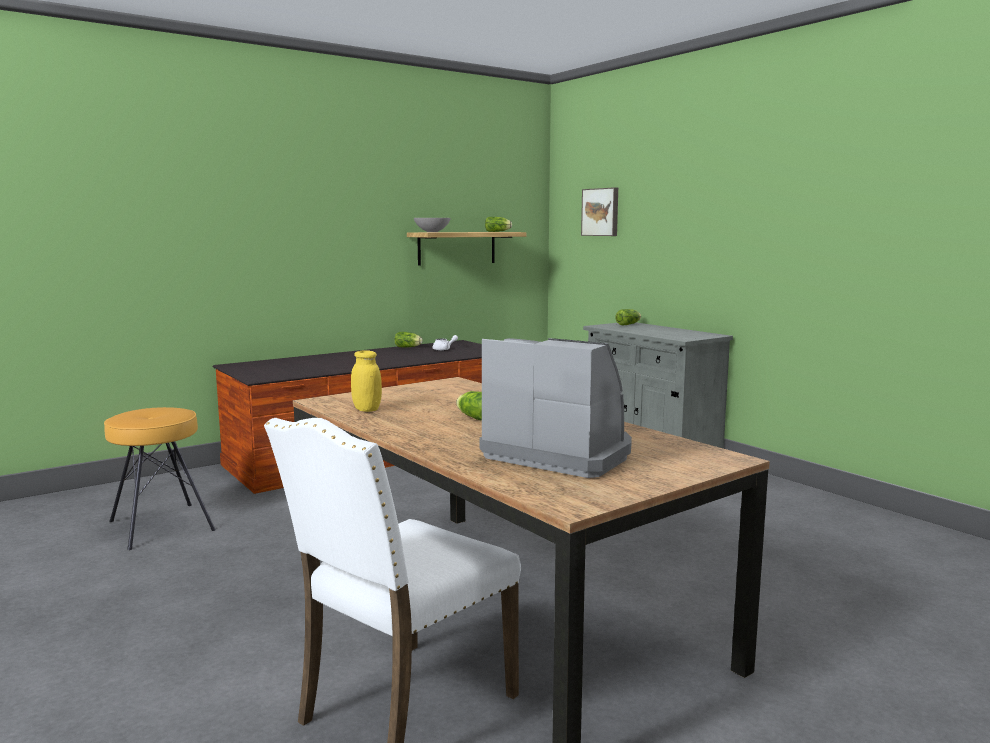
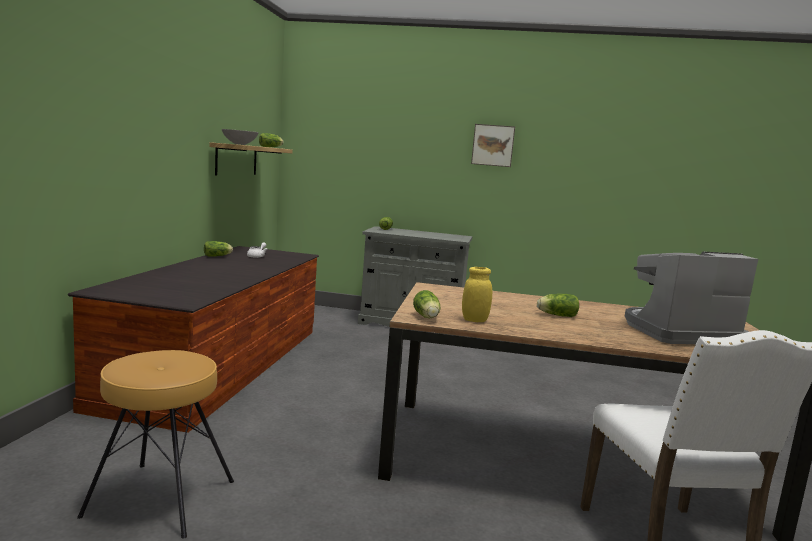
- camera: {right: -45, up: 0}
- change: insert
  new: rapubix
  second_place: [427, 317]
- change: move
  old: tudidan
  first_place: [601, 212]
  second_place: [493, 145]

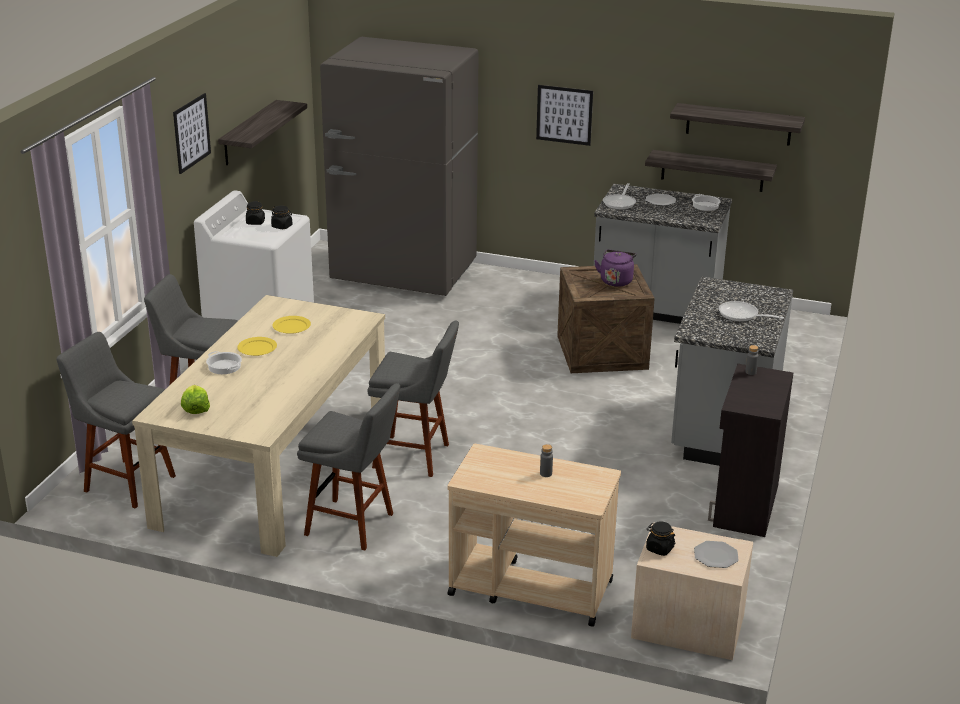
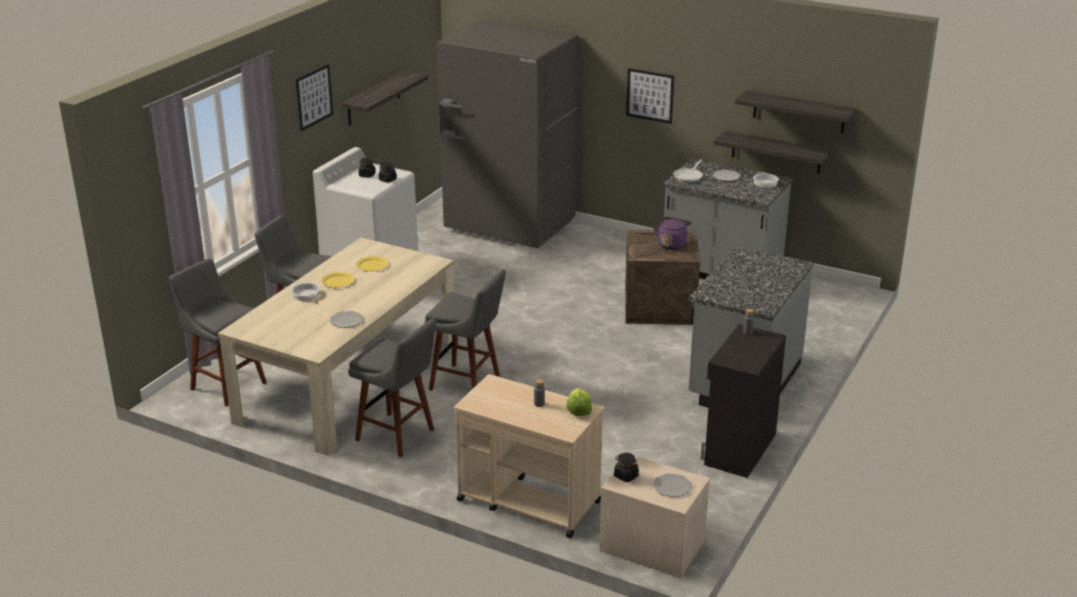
- camera: {right: 10, up: 0}
- change: insert
  new: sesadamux
  second_place: [346, 320]
- change: move
  old: rapubix
  first_place: [195, 408]
  second_place: [578, 410]
- change: delete
  old: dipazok
  first_place: [741, 315]

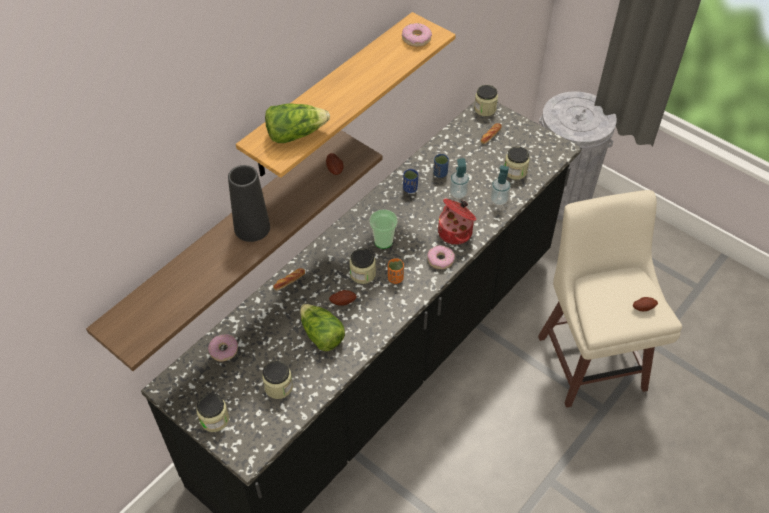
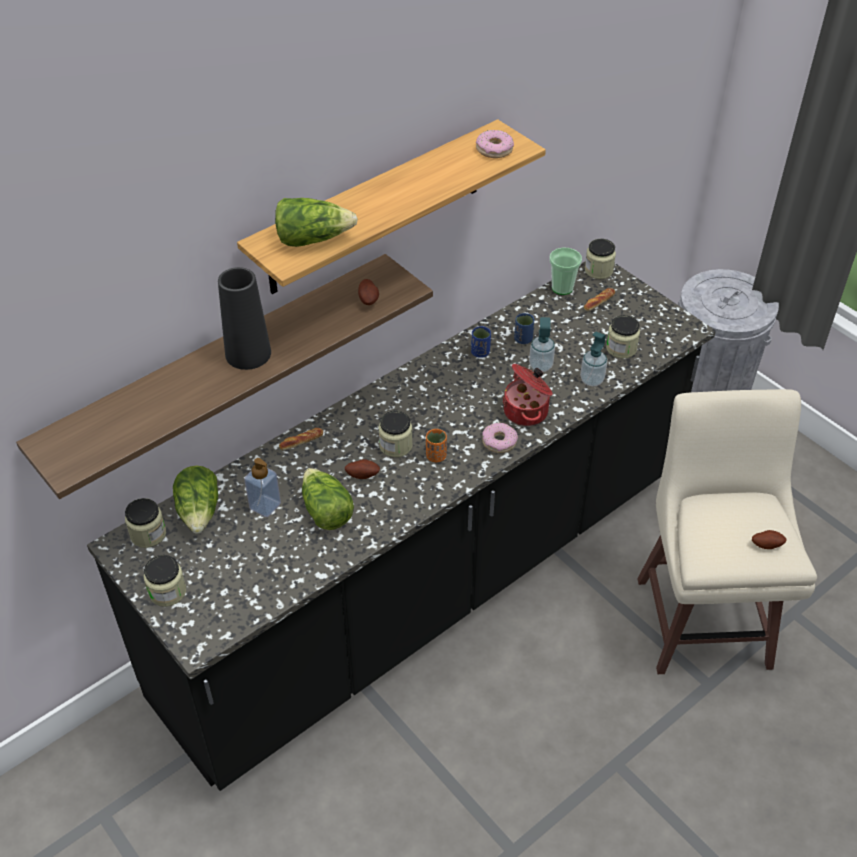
- camera: {right: 10, up: -5}
- change: move
  old: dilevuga
  first_place: [278, 387]
  second_place: [148, 534]
- change: replace
  old: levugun
  new: rapubix
  first_place: [223, 350]
  second_place: [199, 511]
- change: insert
  new: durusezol
  second_place: [265, 506]
- change: move
  old: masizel
  first_place: [383, 241]
  second_place: [562, 288]

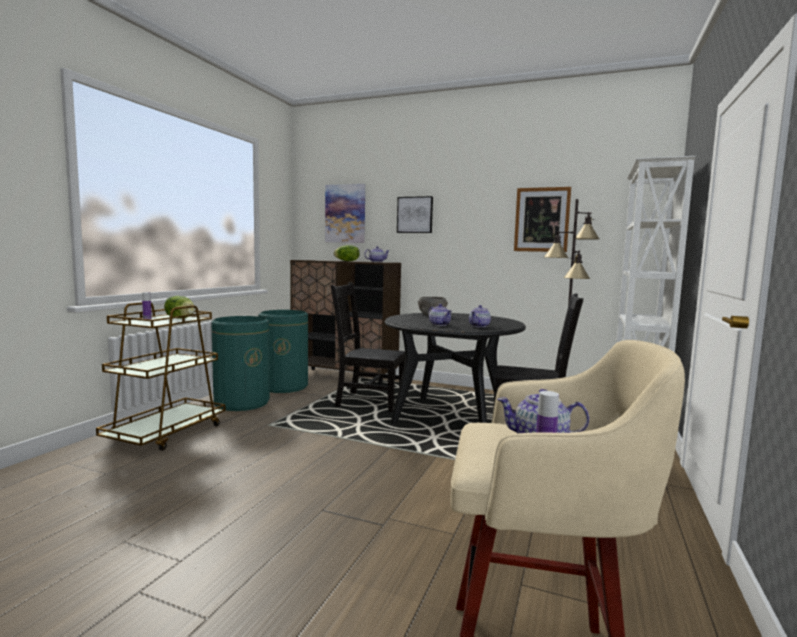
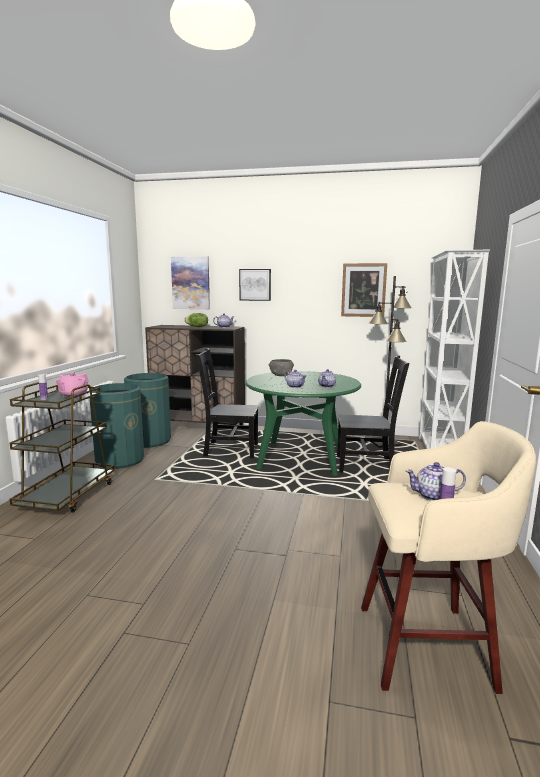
- camera: {right: -10, up: 5}
- change: replace
  old: rapubix
  new: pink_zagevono
  first_place: [181, 318]
  second_place: [73, 395]
- change: recolor
  old: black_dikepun
  new: green_dikepun
  first_place: [450, 417]
  second_place: [301, 458]

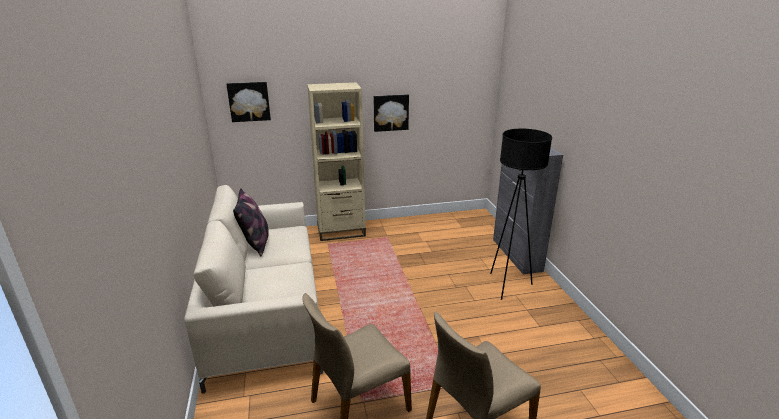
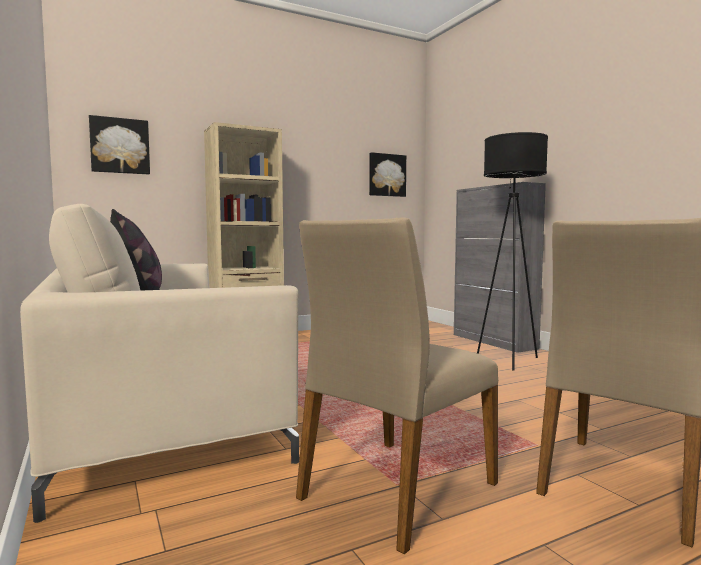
- camera: {right: -15, up: -20}
- change: move
  old: tudidan
  first_place: [390, 112]
  second_place: [386, 175]

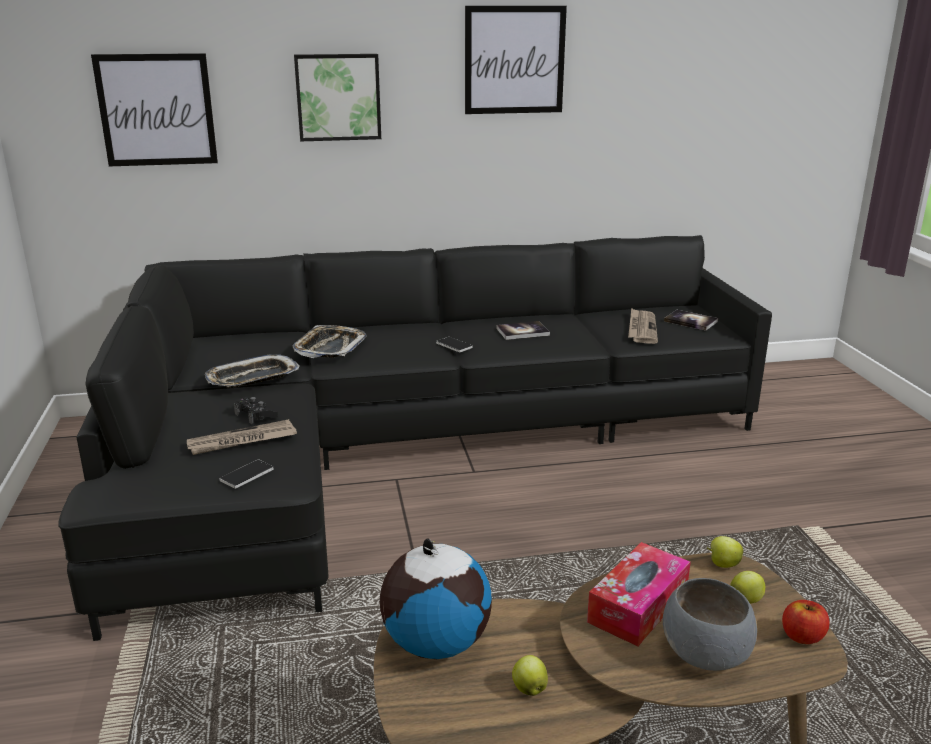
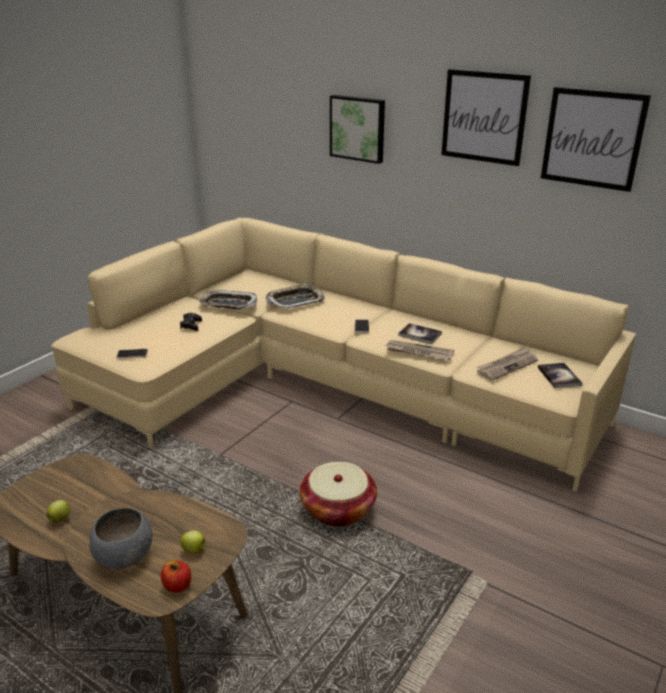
- camera: {right: 45, up: 5}
- change: recolor
  old: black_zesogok
  new: beige_zesogok
  first_place: [402, 449]
  second_place: [323, 386]
- change: insert
  new: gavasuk
  second_place: [338, 509]
- change: move
  old: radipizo
  first_place: [241, 441]
  second_place: [418, 352]
- change: move
  old: tudidan
  first_place: [156, 110]
  second_place: [592, 139]
- change: delete
  old: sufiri
  first_place: [436, 643]
- change: delete
  old: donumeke
  first_place: [638, 606]
- change: delete
  old: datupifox
  first_place: [722, 564]

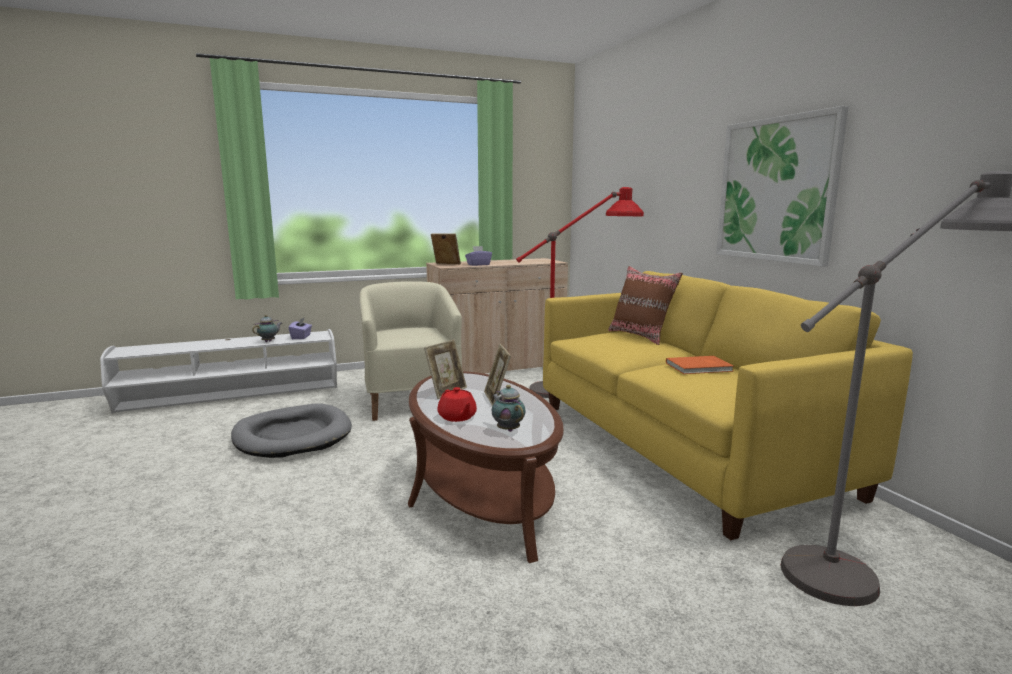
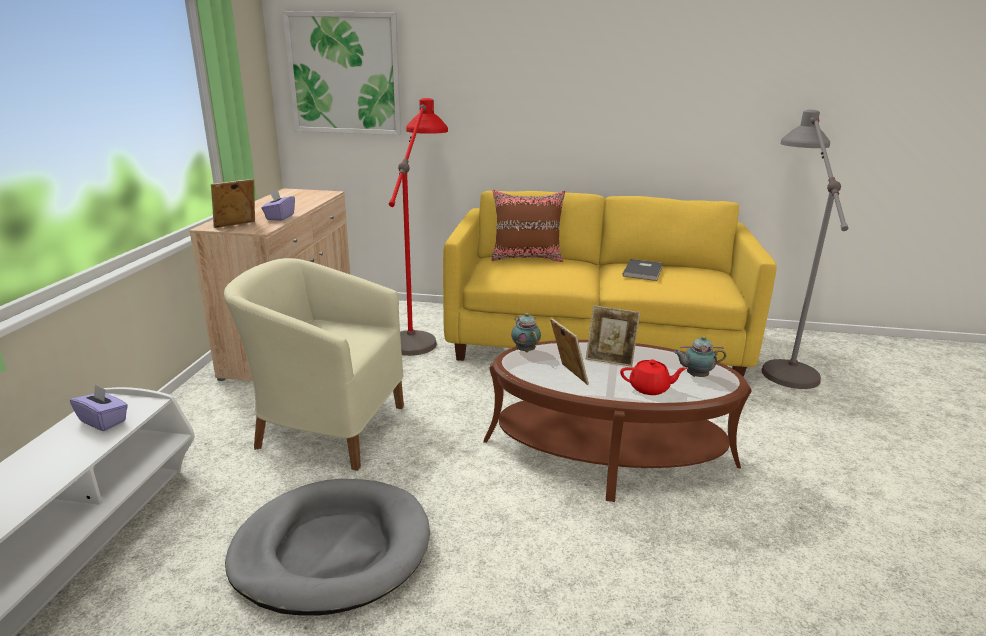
- camera: {right: -60, up: 10}
- change: move
  old: tudidan
  first_place: [776, 190]
  second_place: [344, 74]
- change: move
  old: zagevono
  first_place: [269, 341]
  second_place: [525, 350]
- change: recolor
  old: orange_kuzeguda
  new: grey_kuzeguda
  first_place: [700, 367]
  second_place: [644, 271]

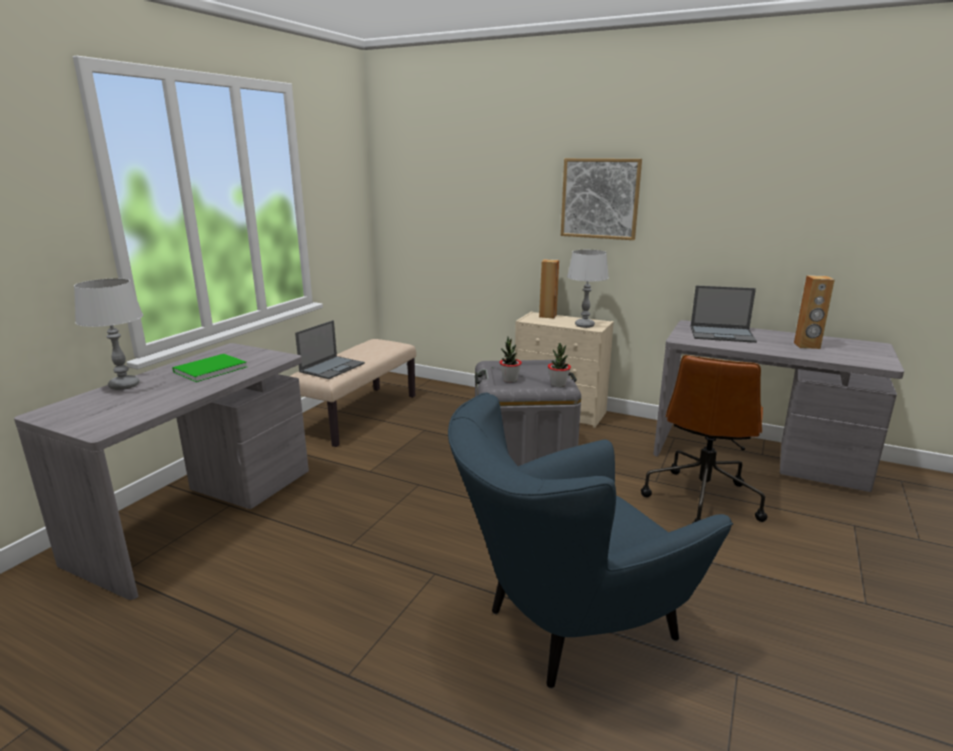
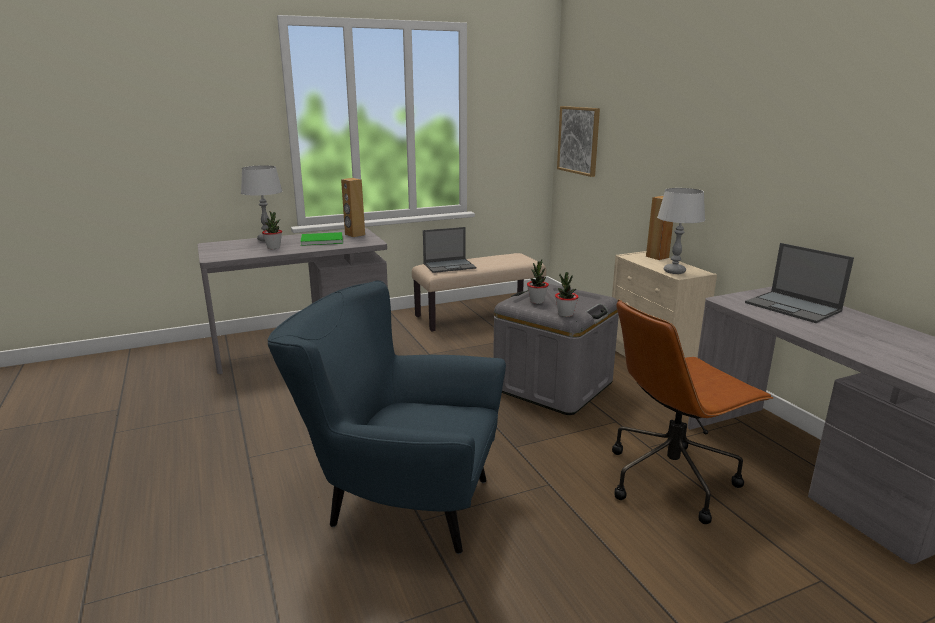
- camera: {right: 40, up: 0}
- change: insert
  new: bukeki
  second_place: [274, 248]
- change: move
  old: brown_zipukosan
  first_place: [807, 346]
  second_place: [354, 235]
- change: move
  old: tudidan
  first_place: [600, 198]
  second_place: [579, 140]

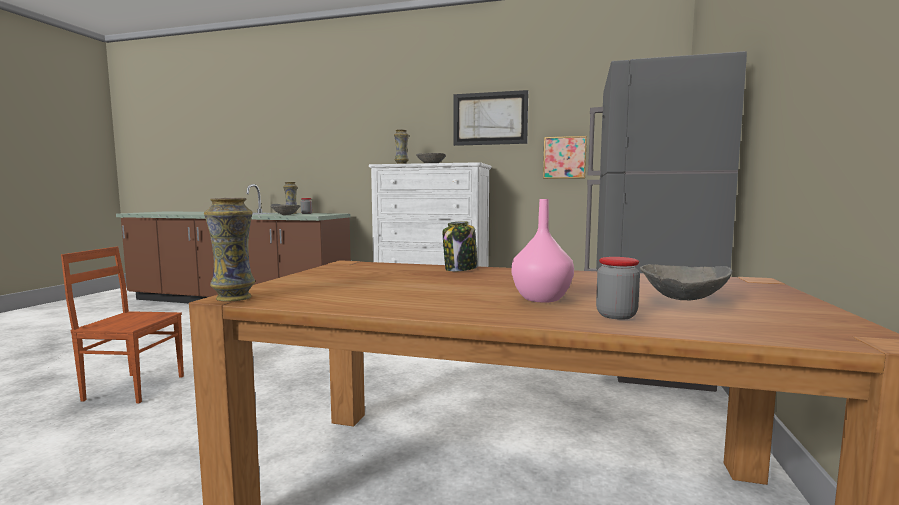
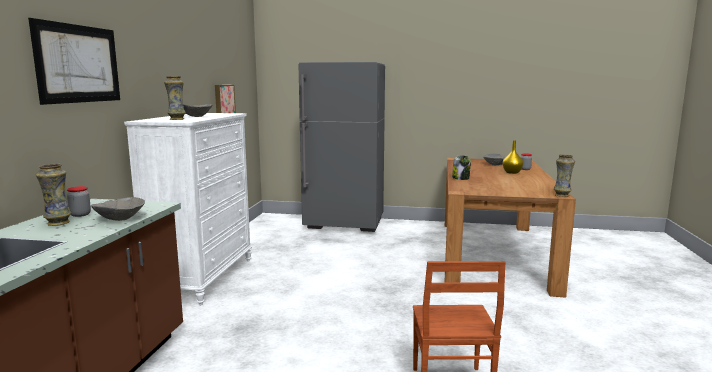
- camera: {right: -95, up: 5}
- change: move
  old: tudidan
  first_place: [490, 118]
  second_place: [79, 64]
- change: recolor
  old: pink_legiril
  new: yellow_legiril
  first_place: [540, 299]
  second_place: [512, 172]

